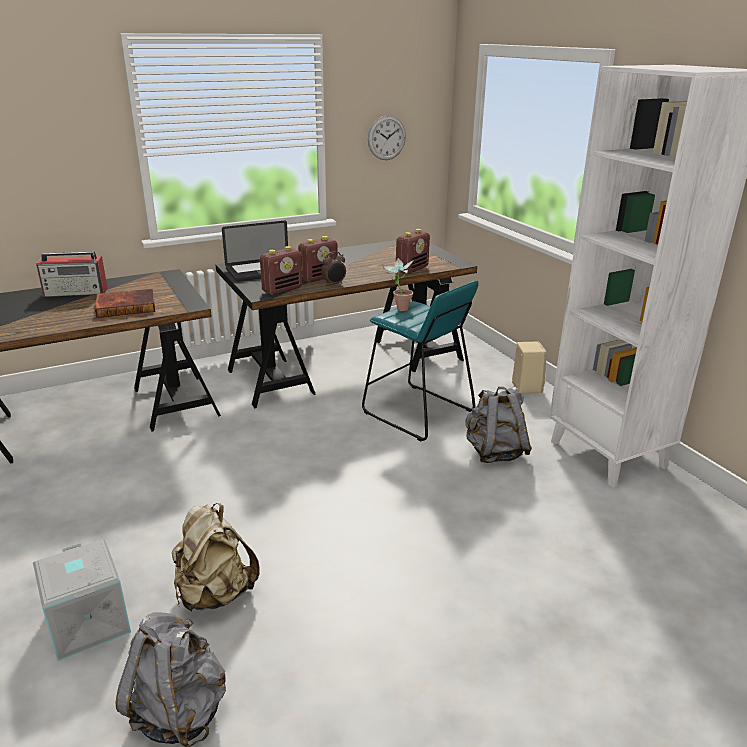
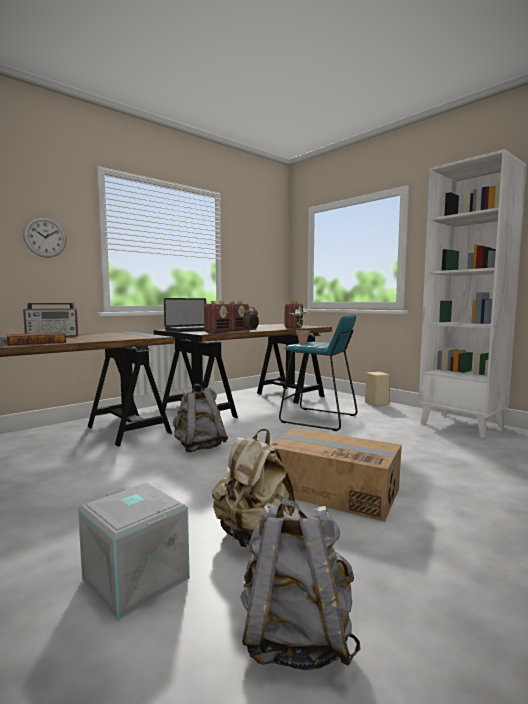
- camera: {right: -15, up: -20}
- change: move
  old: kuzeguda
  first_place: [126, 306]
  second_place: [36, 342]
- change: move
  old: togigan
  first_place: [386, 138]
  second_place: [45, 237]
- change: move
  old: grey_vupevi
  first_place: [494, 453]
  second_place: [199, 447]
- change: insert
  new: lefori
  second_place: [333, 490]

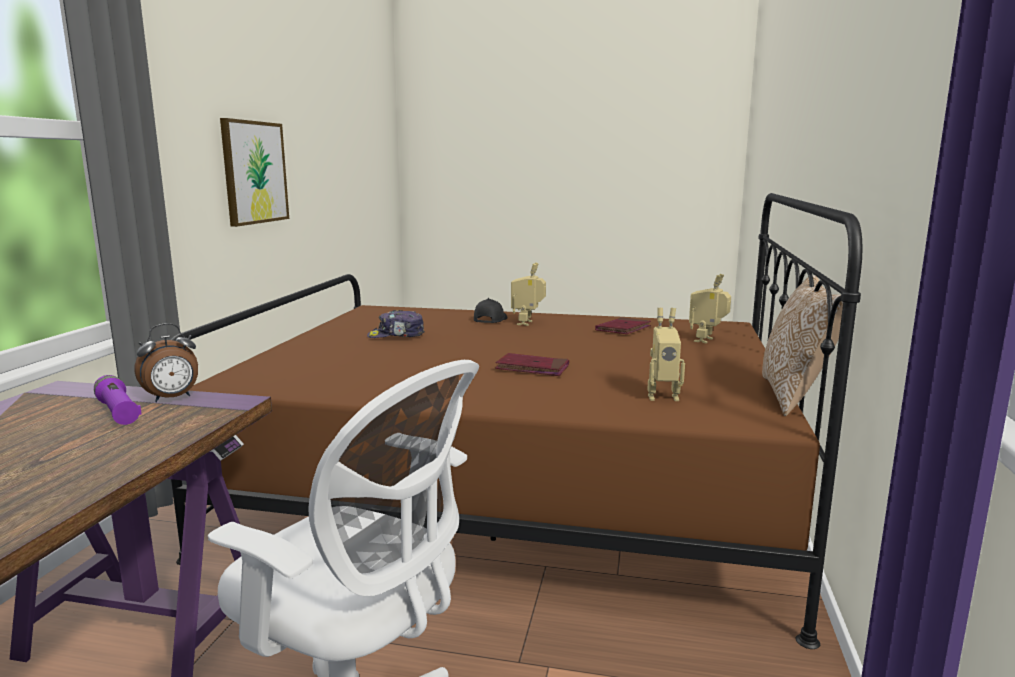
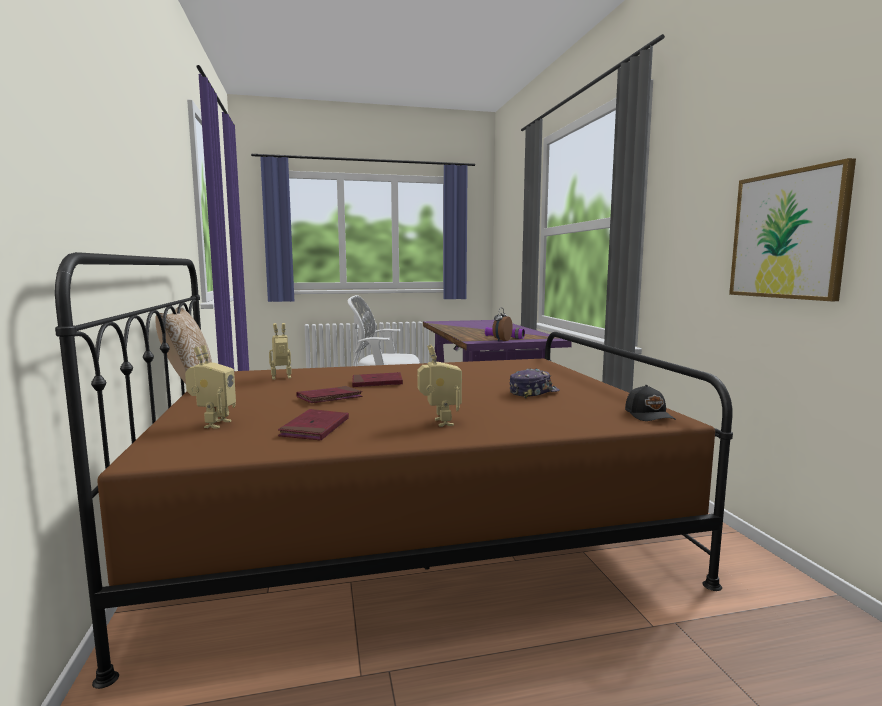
- camera: {right: 155, up: -5}
- change: insert
  new: red_kuzeguda
  second_place: [329, 398]
- change: move
  old: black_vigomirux
  first_place: [489, 320]
  second_place: [649, 415]

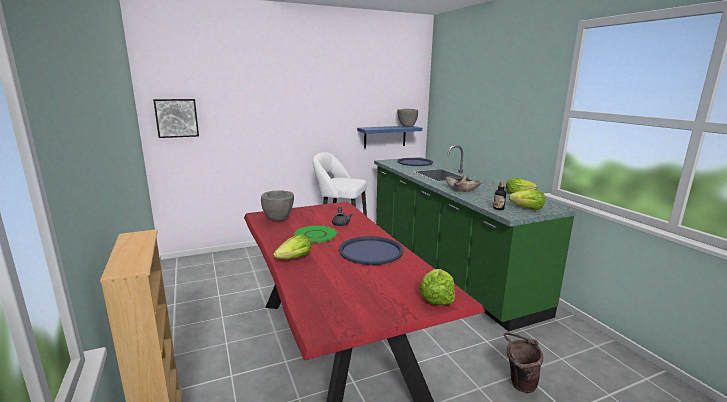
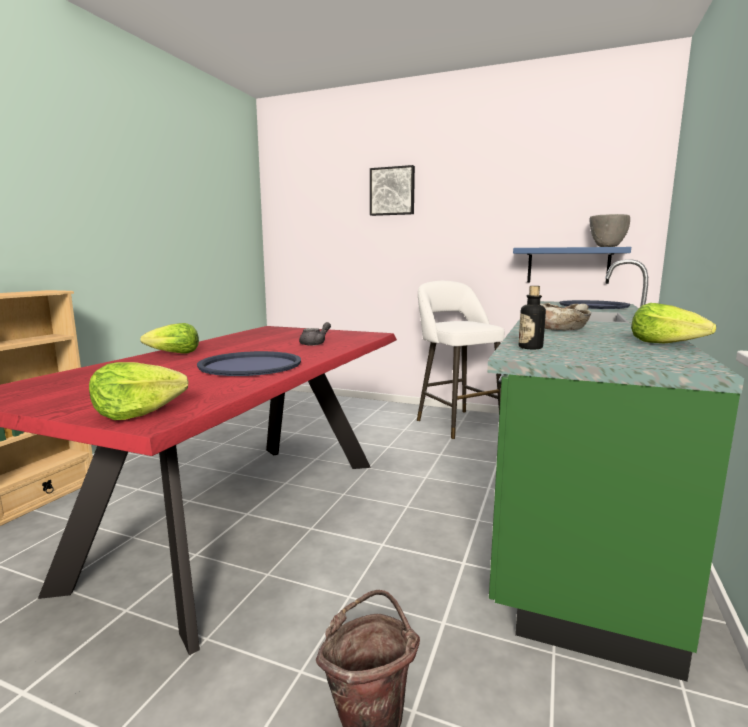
- camera: {right: 45, up: -5}
- change: move
  old: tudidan
  first_place: [177, 118]
  second_place: [392, 191]
- change: delete
  old: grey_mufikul
  first_place: [278, 219]
- change: delete
  old: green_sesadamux
  first_place: [315, 235]
- change: delete
  old: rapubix
  first_place: [527, 208]

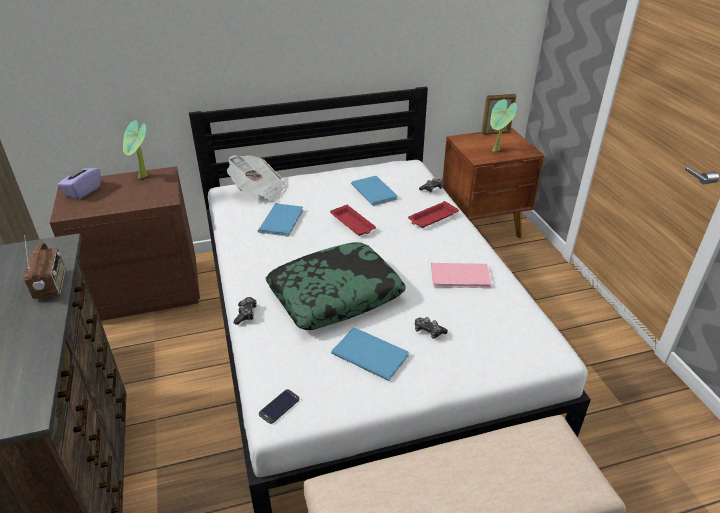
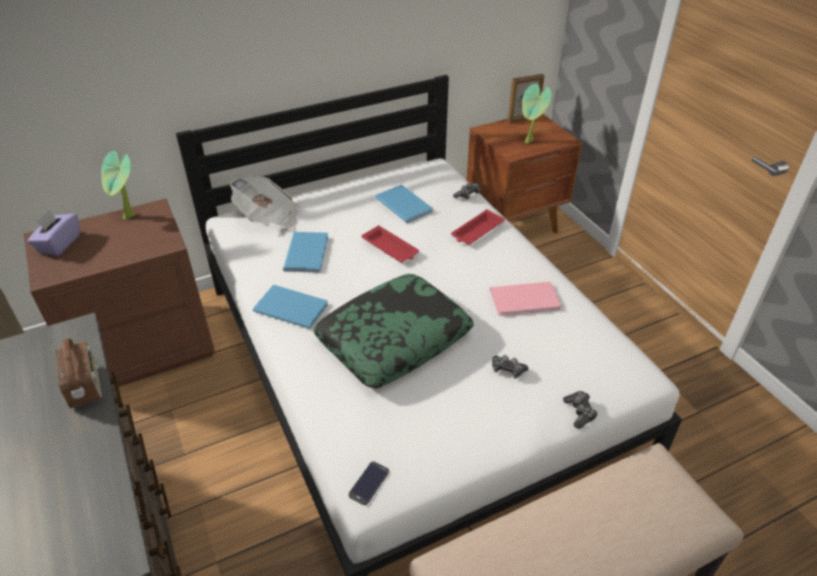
- camera: {right: -10, up: 5}
- change: move
  old: blue_kuzeguda
  first_place: [369, 353]
  second_place: [290, 306]
- change: move
  old: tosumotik
  first_place: [246, 314]
  second_place: [579, 412]

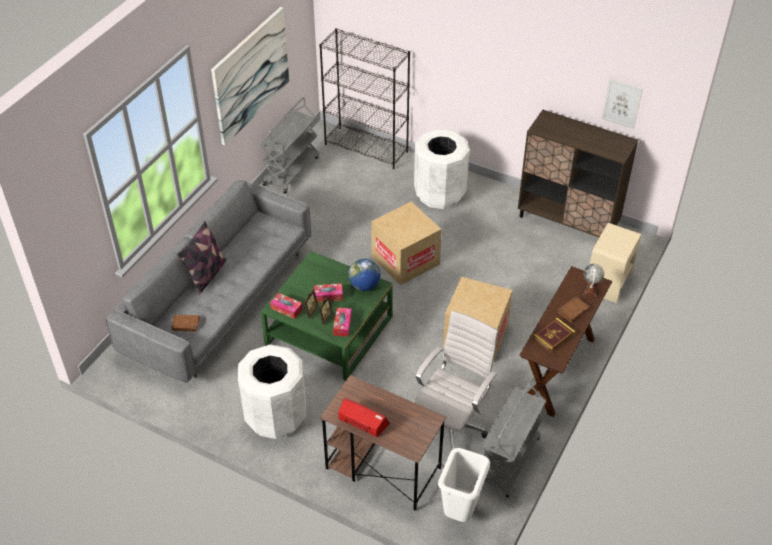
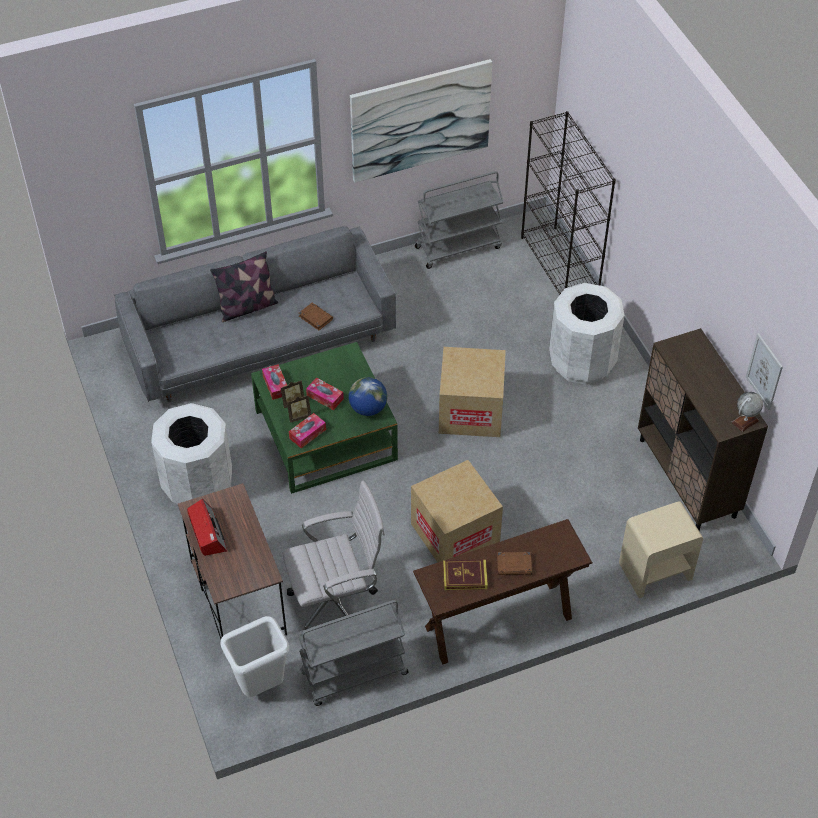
- camera: {right: 40, up: 5}
- change: move
  old: brown_kuzeguda
  first_place: [185, 324]
  second_place: [315, 318]
- change: move
  old: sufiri
  first_place: [590, 289]
  second_place: [745, 421]

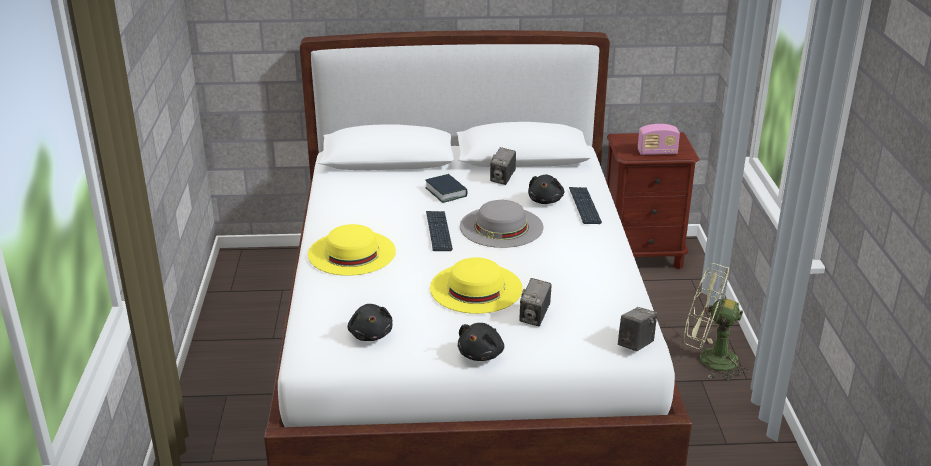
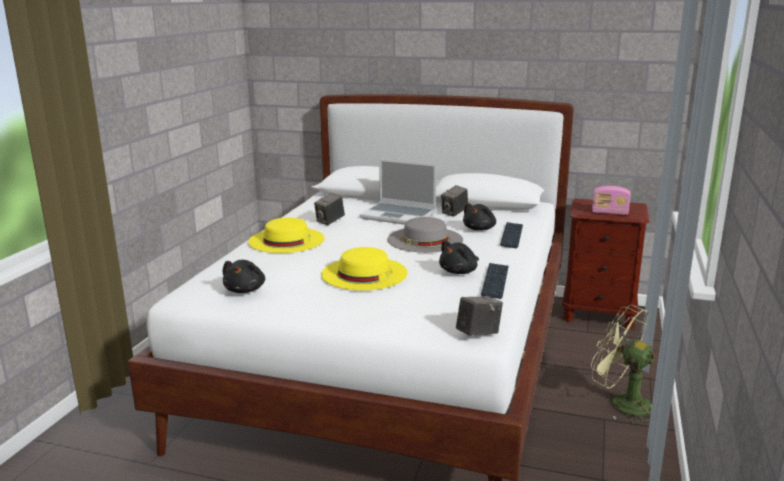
- camera: {right: 20, up: -10}
- change: move
  old: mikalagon
  first_place: [534, 317]
  second_place: [330, 221]
- change: replace
  old: kuzeguda
  new: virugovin
  first_place: [446, 192]
  second_place: [399, 215]
- change: move
  old: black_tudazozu
  first_place: [482, 354]
  second_place: [459, 271]
- change: move
  old: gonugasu
  first_place: [438, 232]
  second_place: [495, 281]

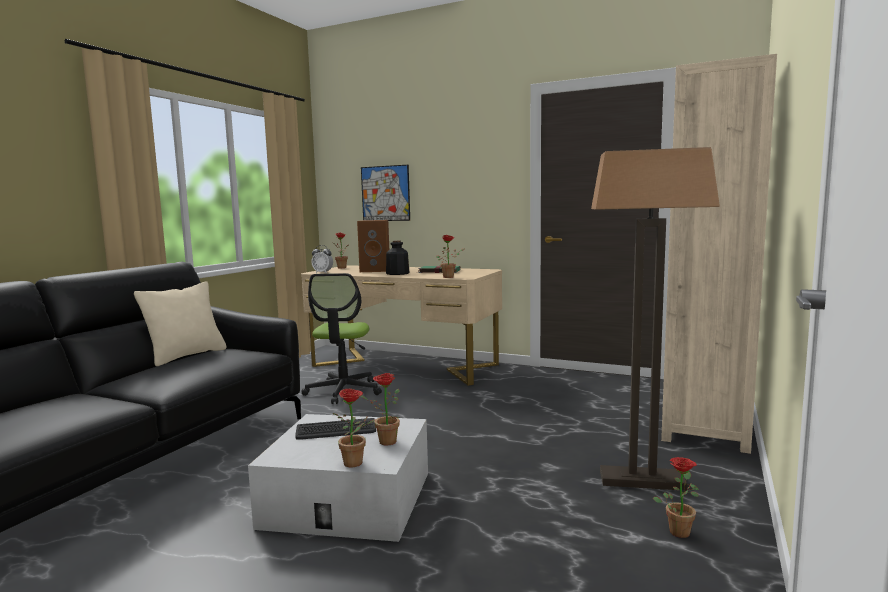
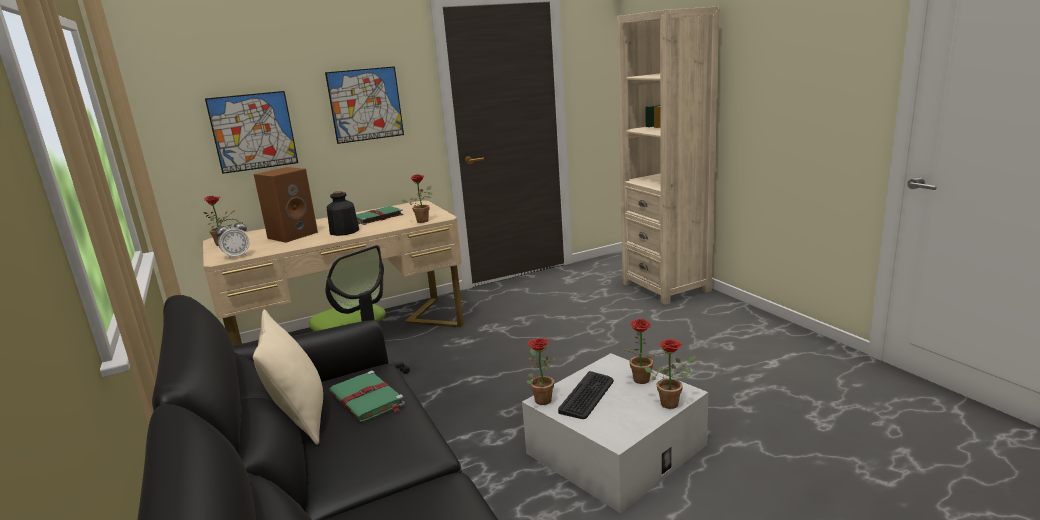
- camera: {right: -50, up: 10}
- change: insert
  new: tudidan
  second_place: [365, 104]
- change: insert
  new: green_kuzeguda
  second_place: [367, 399]
- change: move
  old: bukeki
  first_place: [679, 530]
  second_place: [540, 399]
- change: delete
  old: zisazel
  first_place: [642, 480]

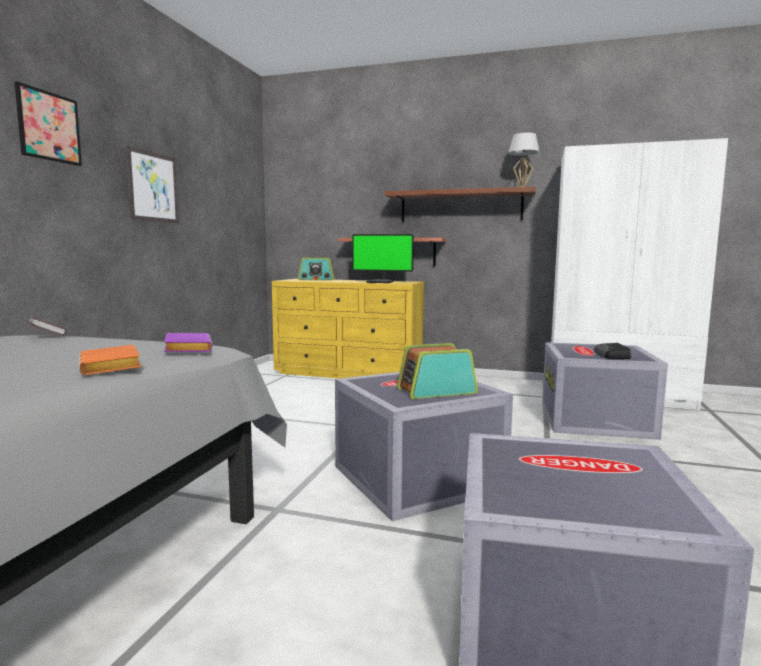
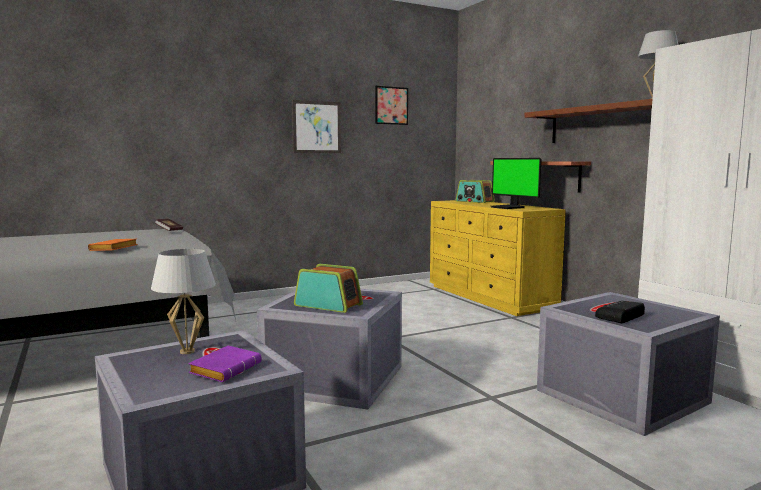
- camera: {right: 45, up: 0}
- change: insert
  new: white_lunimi
  second_place: [187, 351]
- change: move
  old: purple_kuzeguda
  first_place: [186, 348]
  second_place: [225, 369]
- change: move
  old: tudidan
  first_place: [49, 126]
  second_place: [391, 105]

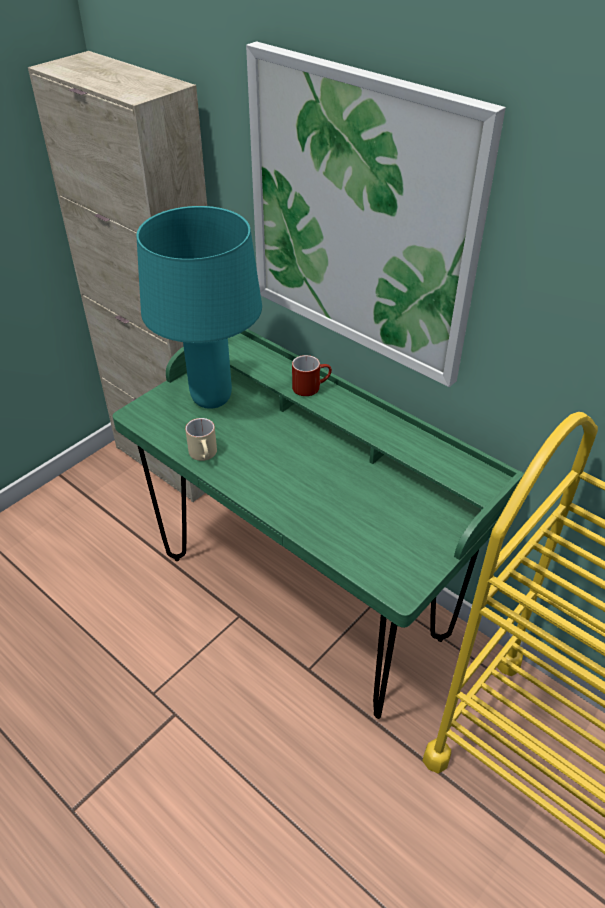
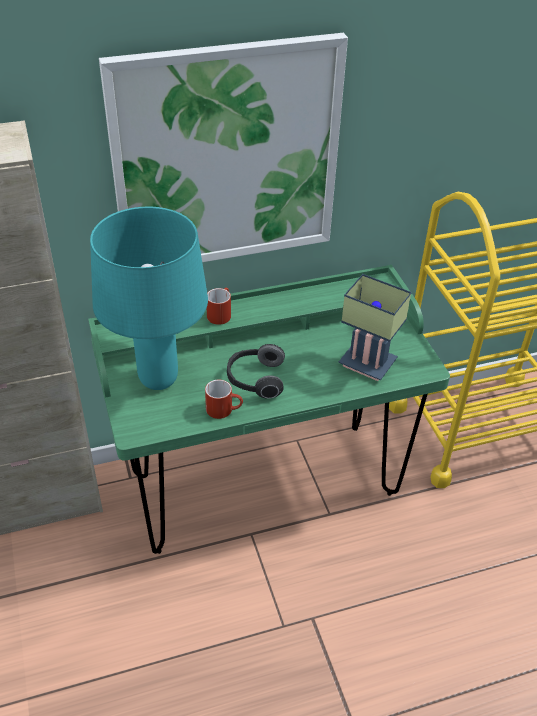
- camera: {right: -60, up: 0}
- change: recolor
  old: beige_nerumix
  new: red_nerumix
  first_place: [205, 455]
  second_place: [224, 409]
- change: insert
  new: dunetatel
  second_place: [255, 380]
- change: insert
  new: lunimi
  second_place: [364, 364]

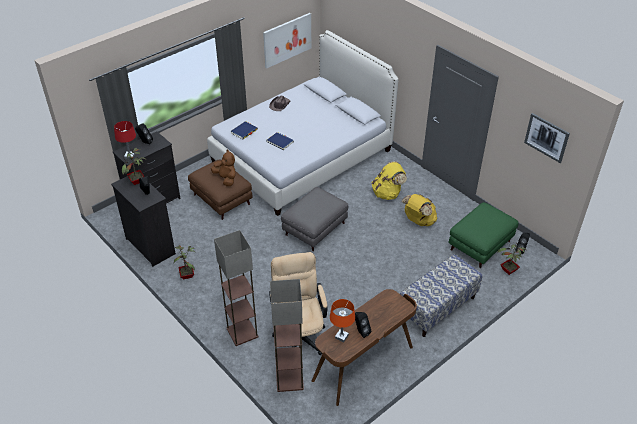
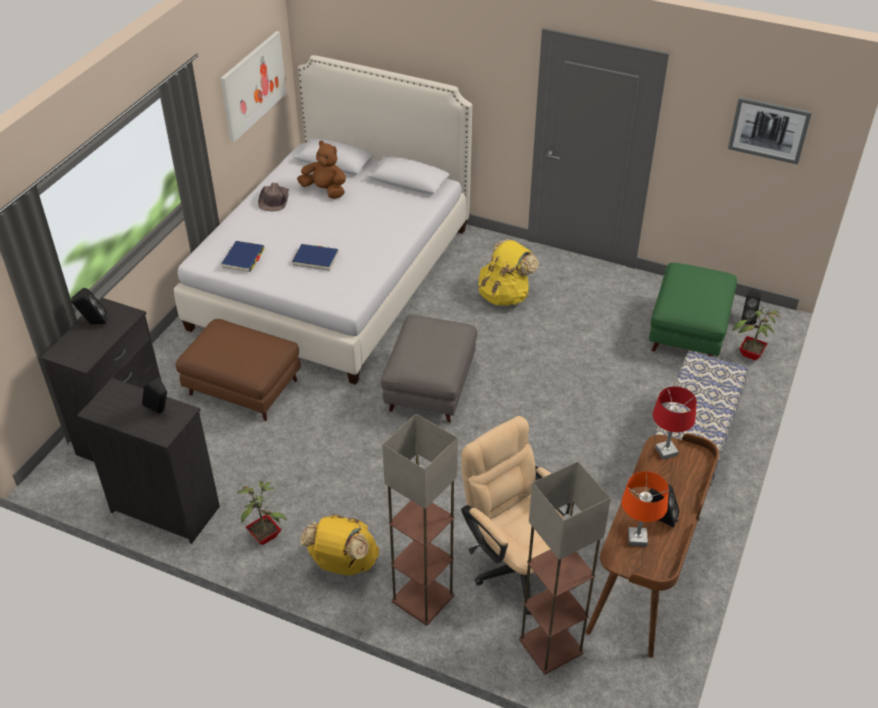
- camera: {right: -25, up: 0}
- change: move
  old: brown_tudazozu
  first_place: [226, 179]
  second_place: [325, 190]
- change: move
  old: yellow_vupevi
  first_place: [418, 221]
  second_place: [342, 564]
- change: move
  old: red_lunimi
  first_place: [130, 156]
  second_place: [666, 451]
- change: delete
  old: bukeki
  first_place: [137, 182]

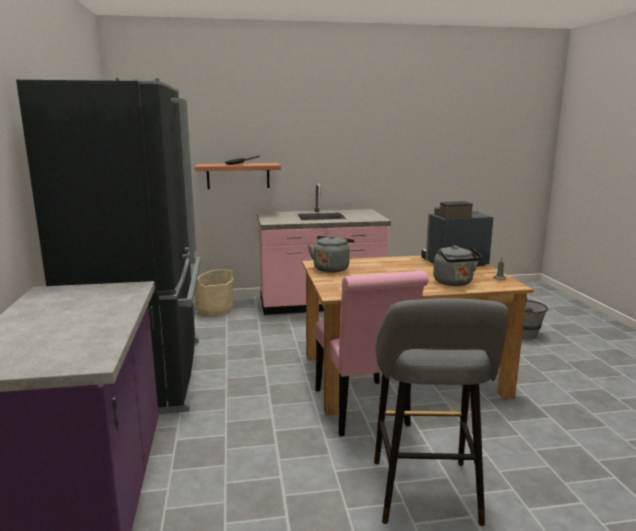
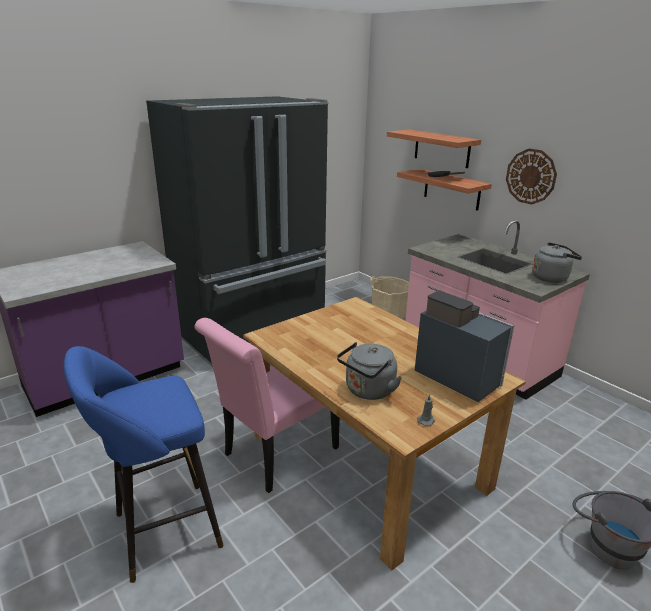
- camera: {right: 60, up: 10}
- change: recolor
  old: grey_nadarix
  new: blue_nadarix
  first_place: [426, 496]
  second_place: [160, 532]
- change: insert
  new: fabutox
  second_place: [442, 148]
- change: insert
  new: togigan
  second_place: [531, 176]
- change: move
  old: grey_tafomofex
  first_place: [332, 268]
  second_place: [551, 278]

